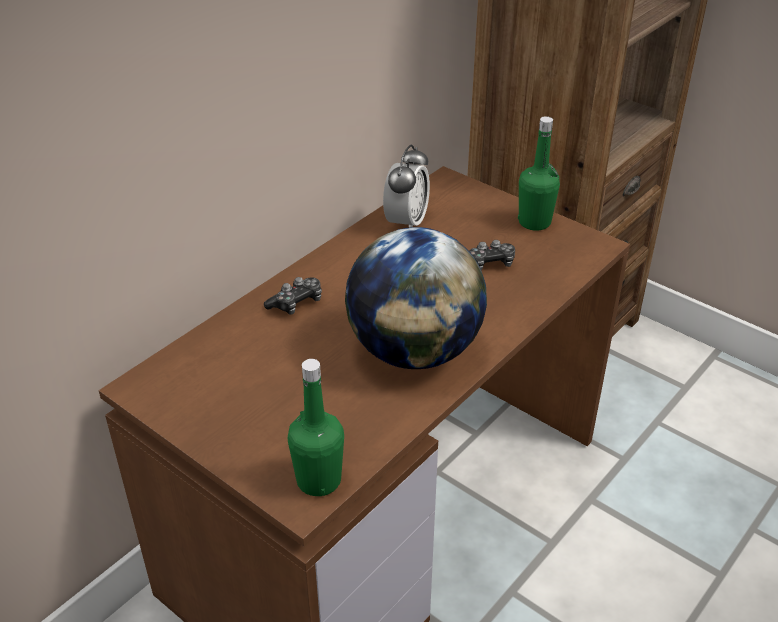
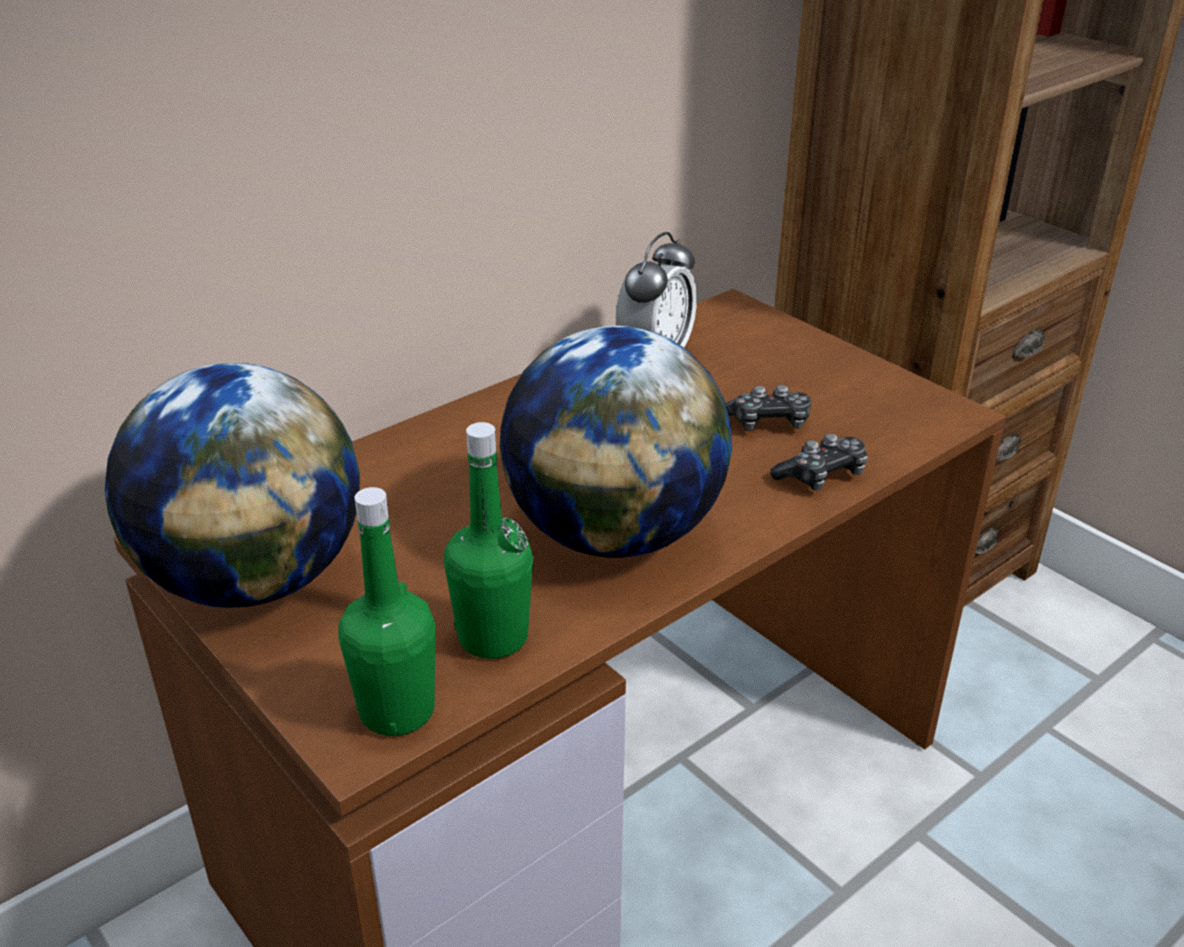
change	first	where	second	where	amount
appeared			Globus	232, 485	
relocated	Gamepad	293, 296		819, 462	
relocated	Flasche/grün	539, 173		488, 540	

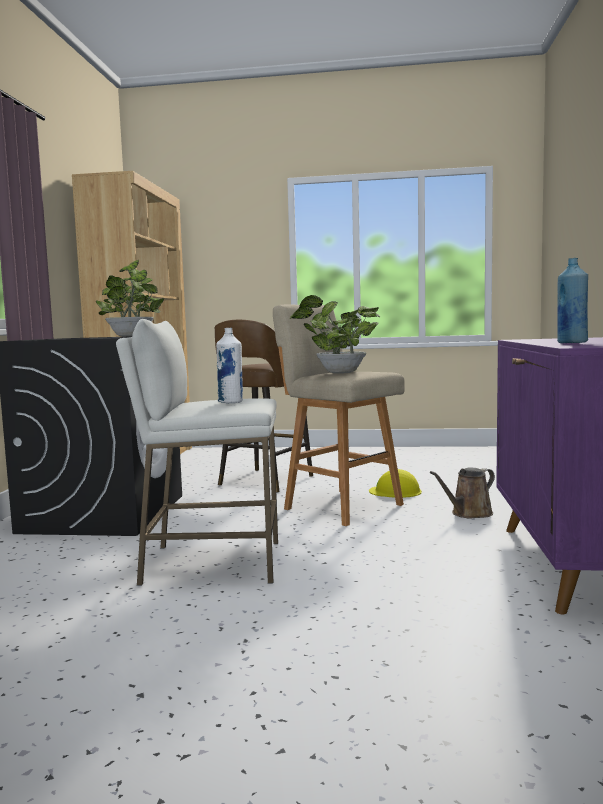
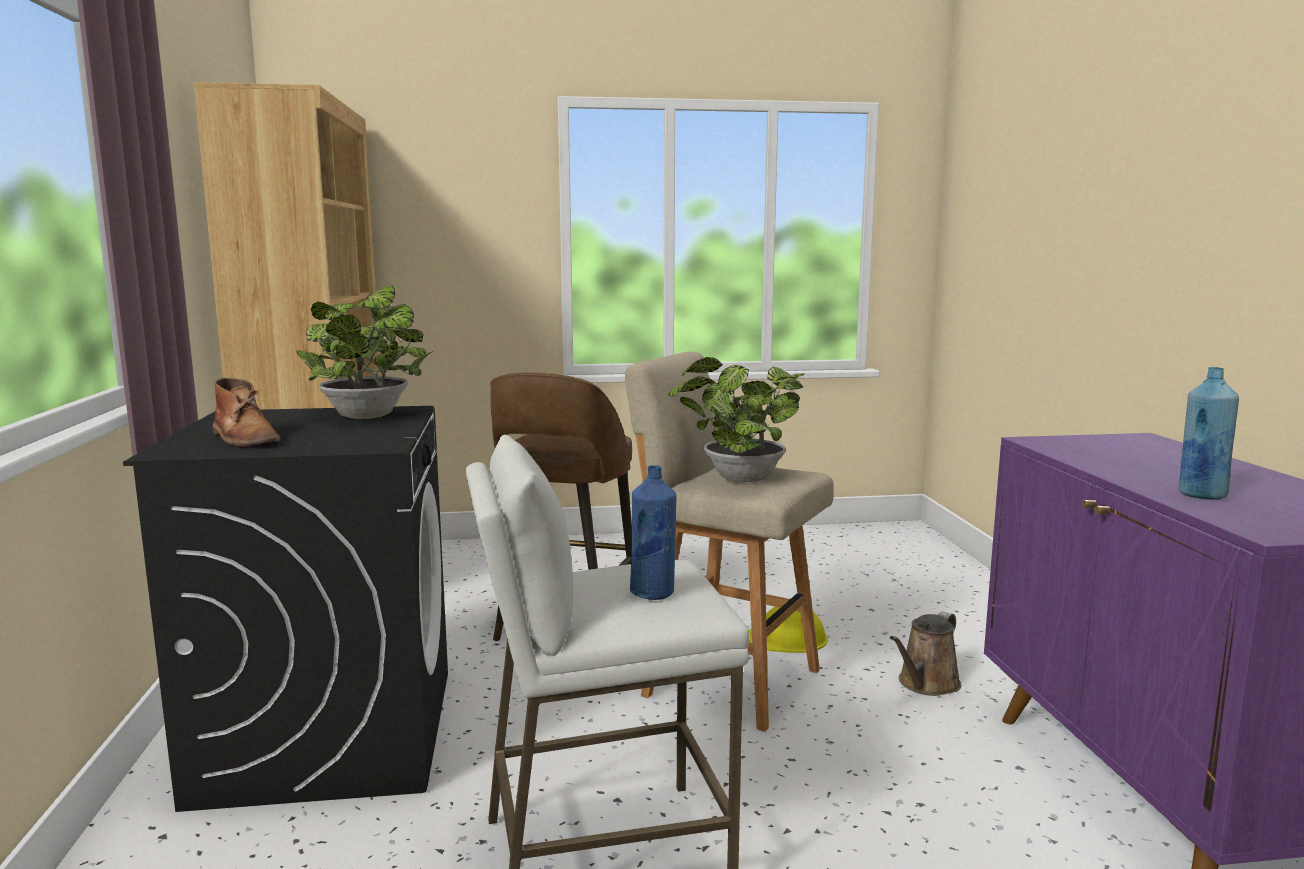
change	first	where	second	where	amount
appeared			Stiefel/braun	247, 413	
colour	Flasche/weiß	229, 366	Flasche/blau	653, 532	

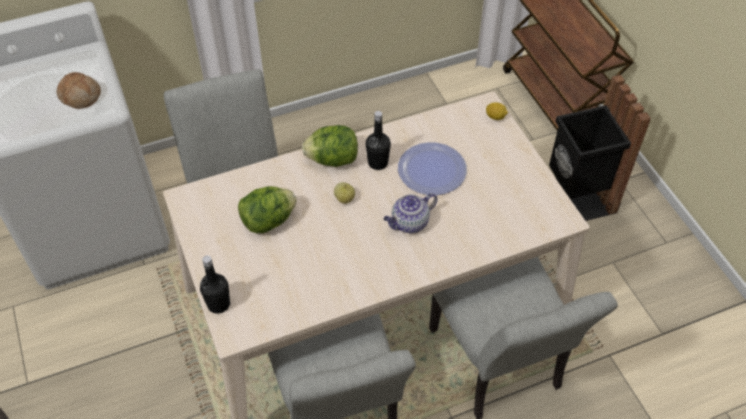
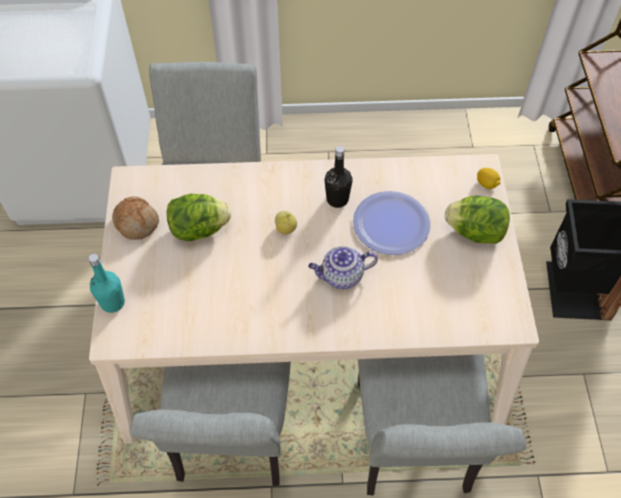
change	first	where	second	where	amount
relocated	Brot	79, 90		135, 218	
relocated	Salatkopf	330, 146		477, 220	
colour	Flasche/schwarz	215, 284	Flasche/türkis	106, 283	

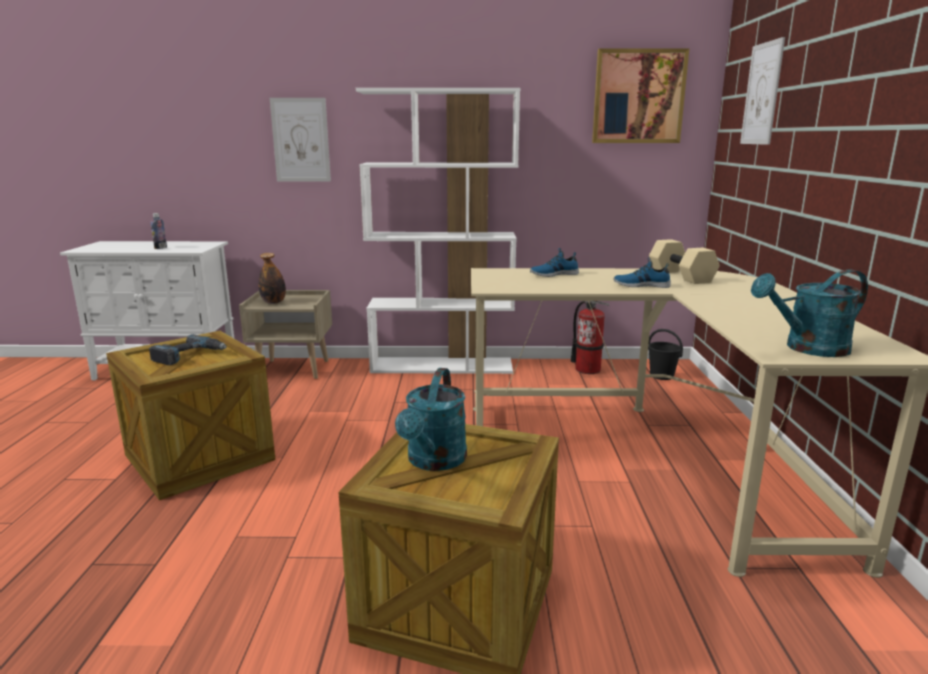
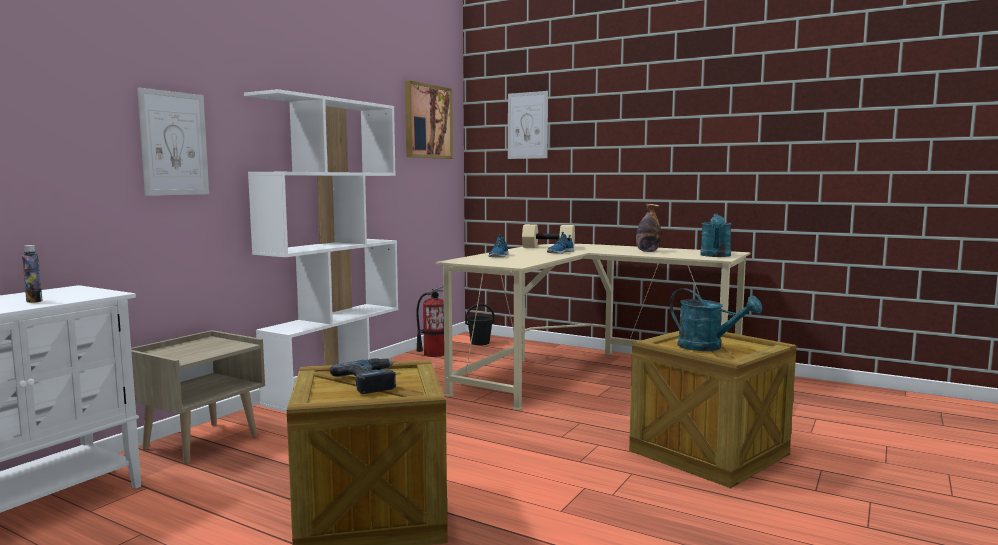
change	first	where	second	where	amount
relocated	Flasche	272, 278		648, 228	

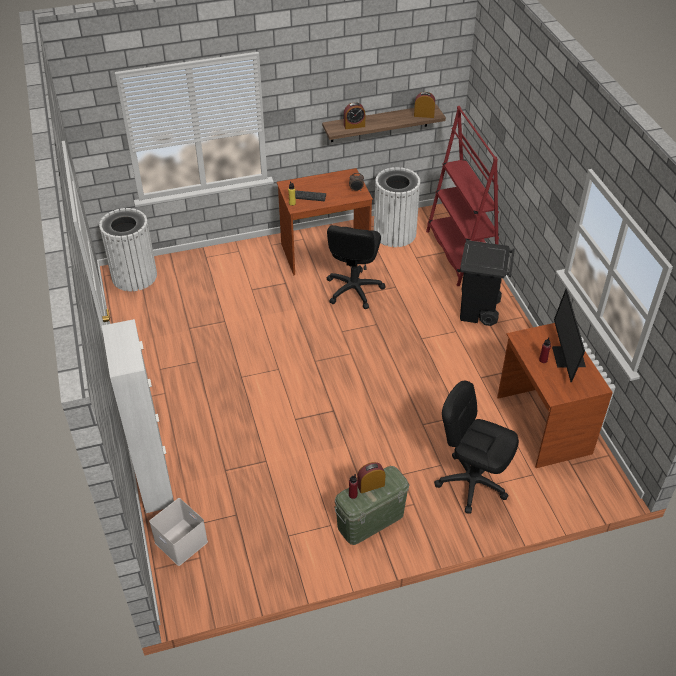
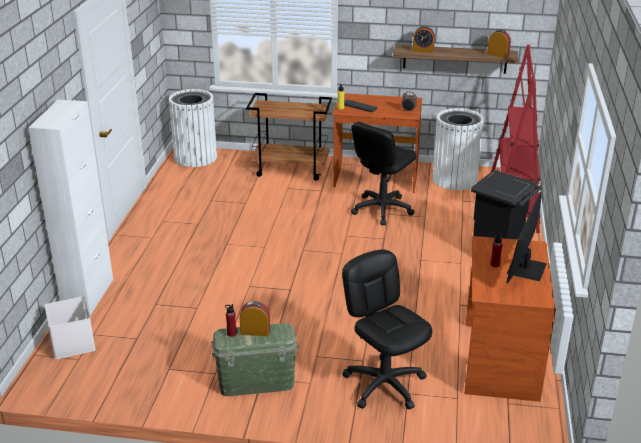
change	first	where	second	where	amount
appeared			Rollwagen/braun	289, 137	

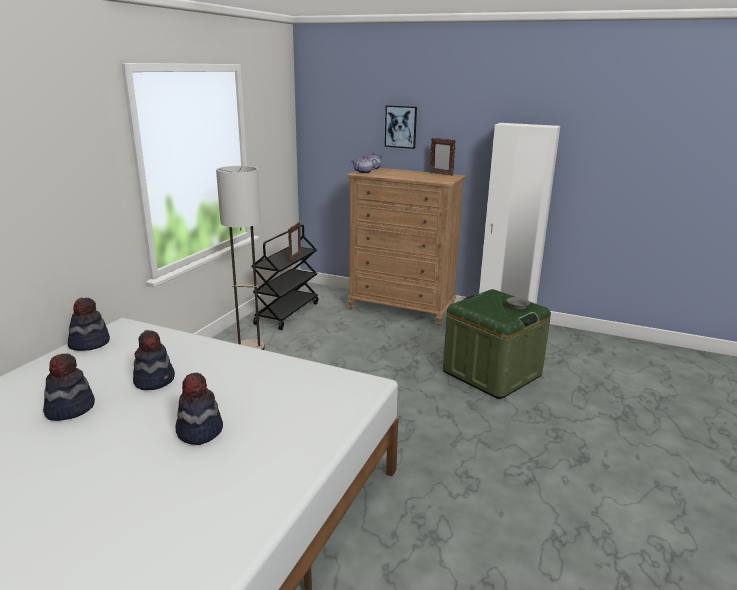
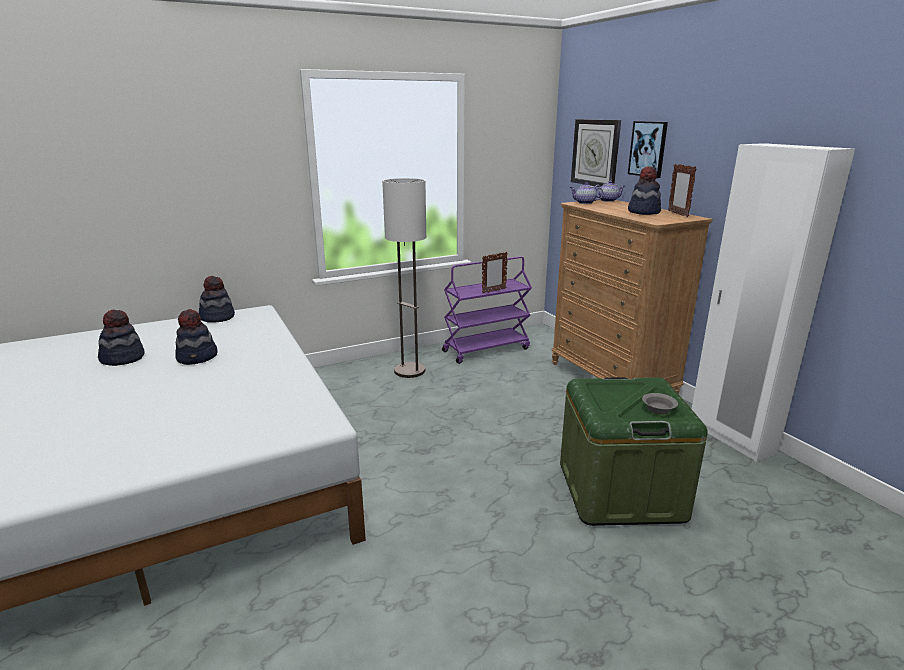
change	first	where	second	where	amount
appeared			Wanduhr	596, 153	
relocated	Hut	199, 409		644, 190	
colour	Rollwagen/schwarz	284, 277	Rollwagen/lila	487, 310	

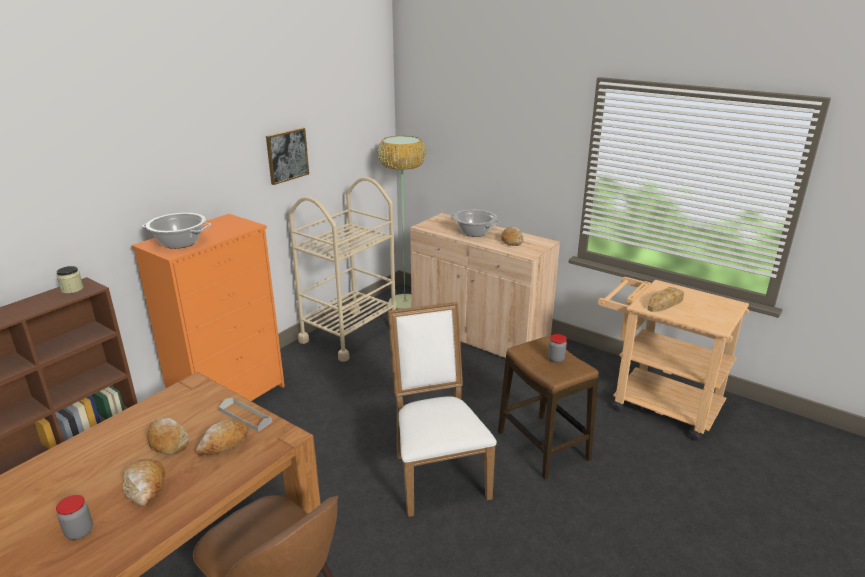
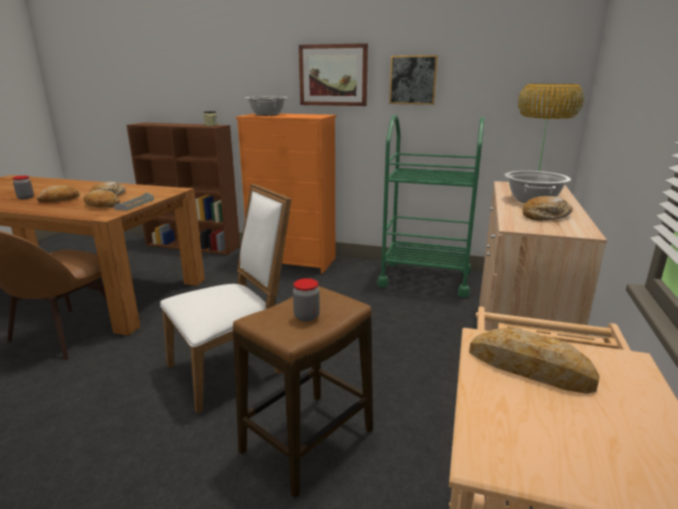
change	first	where	second	where	amount
appeared			Bild	333, 74	
colour	Rollwagen/beige	342, 269	Rollwagen/grün	431, 206	

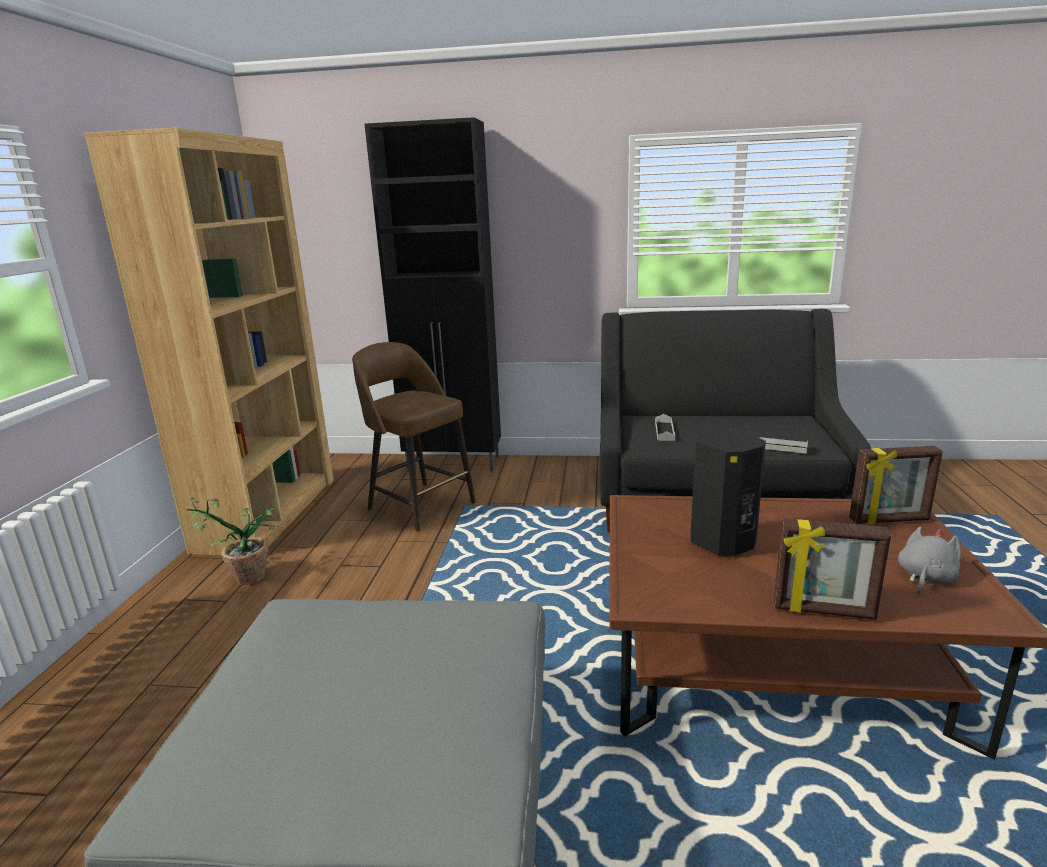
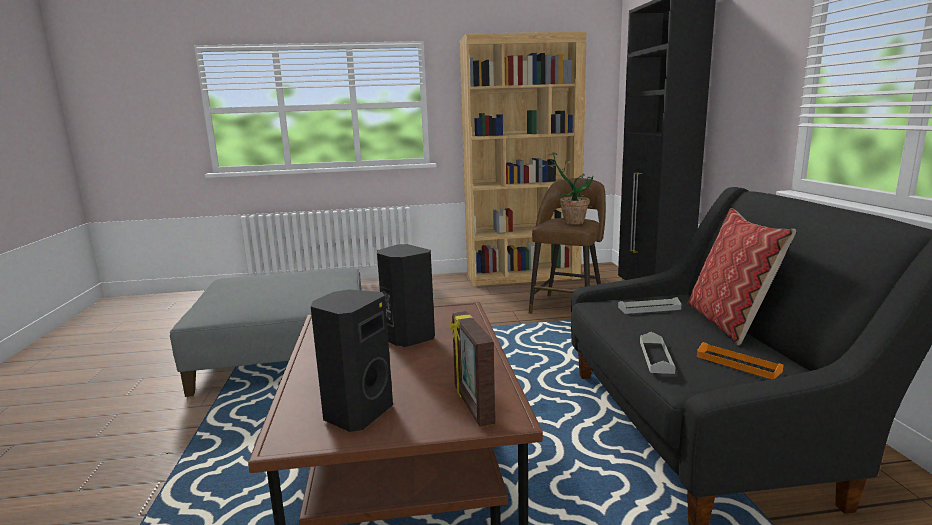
change	first	where	second	where	amount
missing	Bilderrahmen	832, 569			
appeared			Kissen	742, 277	
appeared			Tablett/orange	740, 360	
relocated	Topfpflanze	237, 541		566, 188	
exchanged	Plüschtier/grau	929, 560	Lautsprecher/schwarz	352, 360	

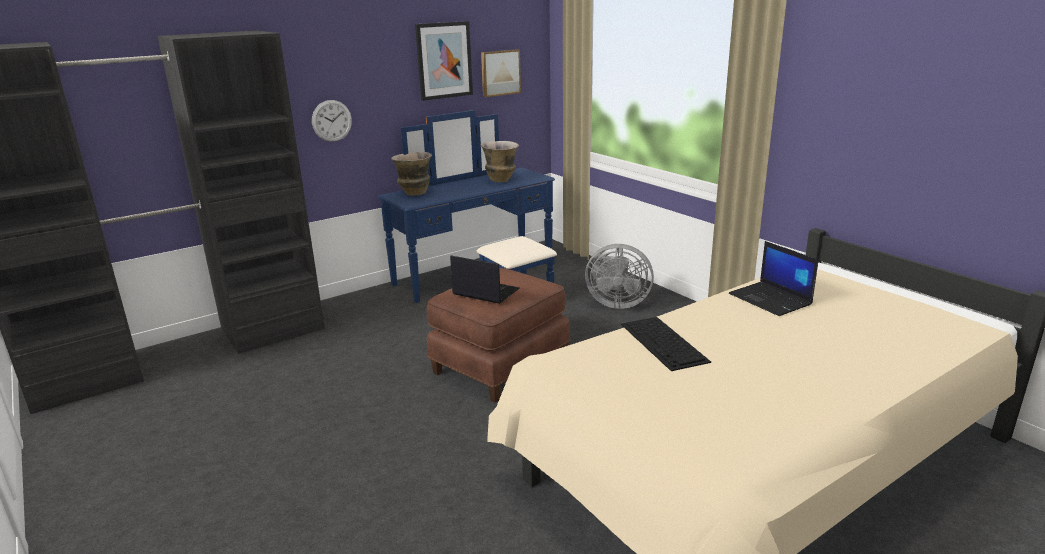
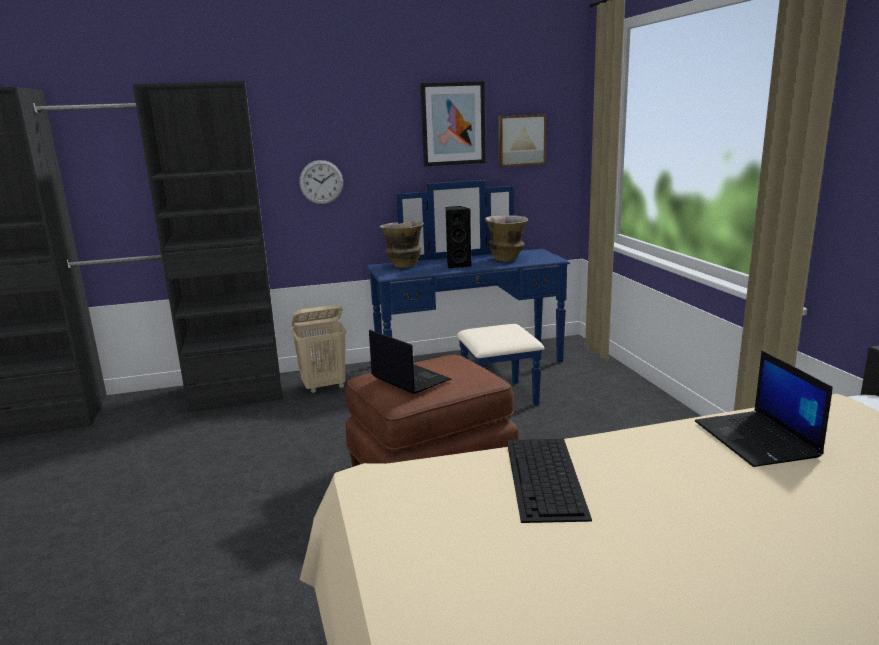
change	first	where	second	where	amount
missing	Ventilator/grau	619, 276			
appeared			Wäschekorb/beige	319, 349	
appeared			Lautsprecher/schwarz	458, 237	

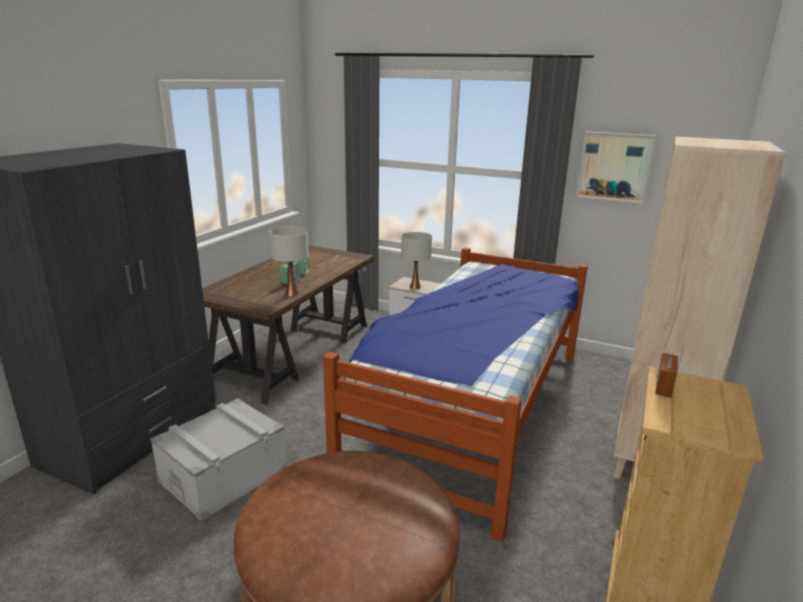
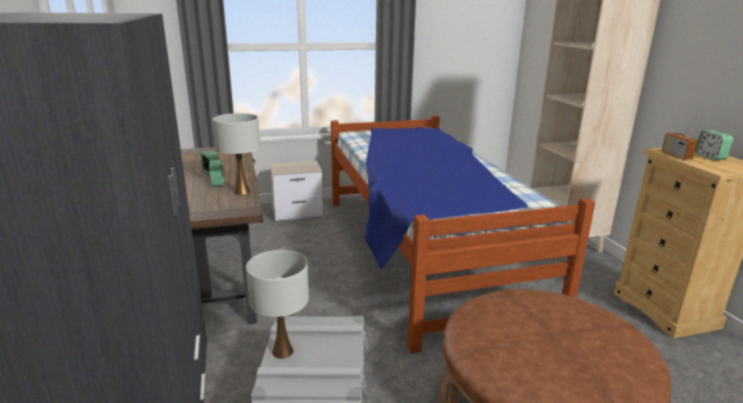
change	first	where	second	where	amount
missing	Bild	616, 168			
appeared			Wecker	714, 145	
relocated	Tischlampe/weiß	416, 260		277, 304	

